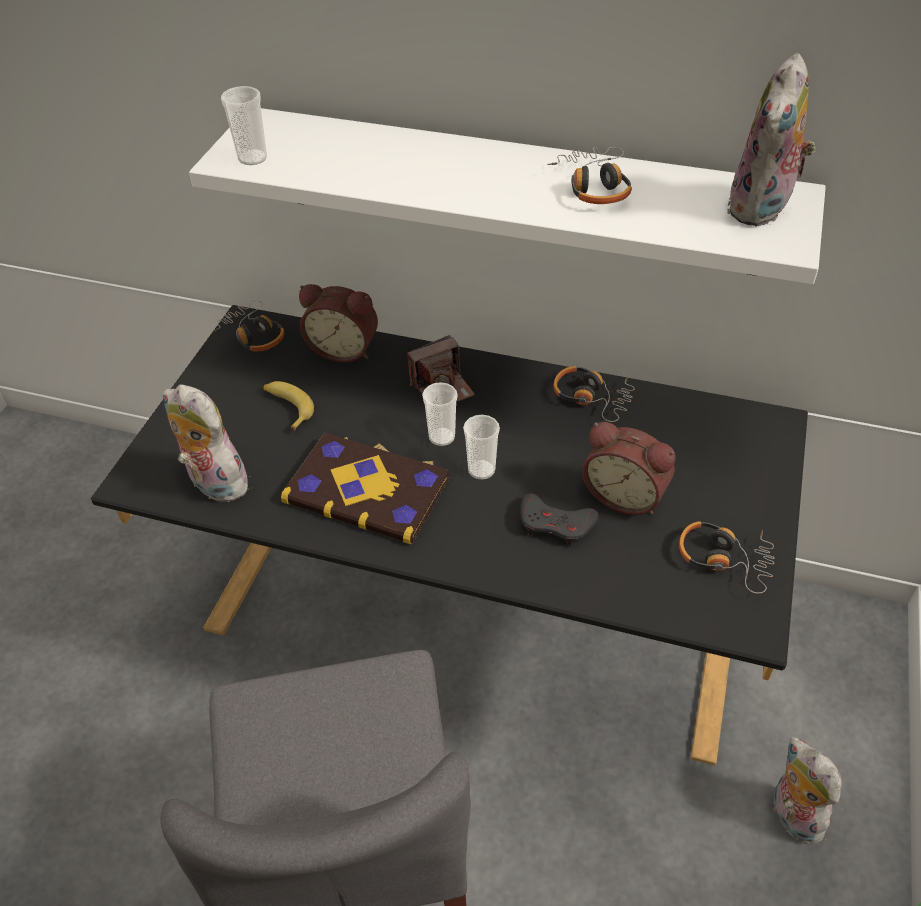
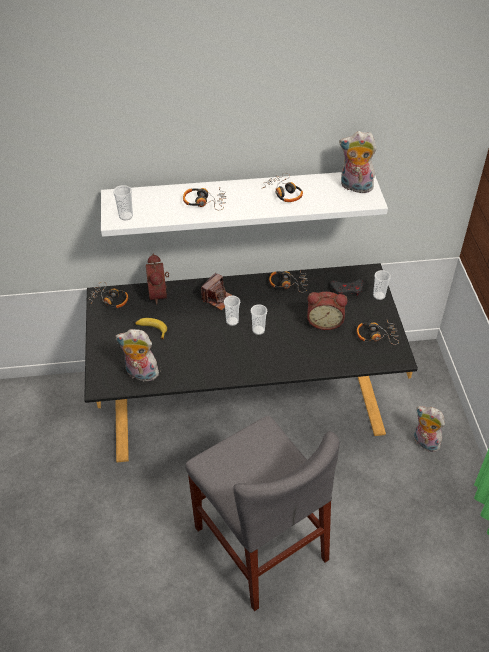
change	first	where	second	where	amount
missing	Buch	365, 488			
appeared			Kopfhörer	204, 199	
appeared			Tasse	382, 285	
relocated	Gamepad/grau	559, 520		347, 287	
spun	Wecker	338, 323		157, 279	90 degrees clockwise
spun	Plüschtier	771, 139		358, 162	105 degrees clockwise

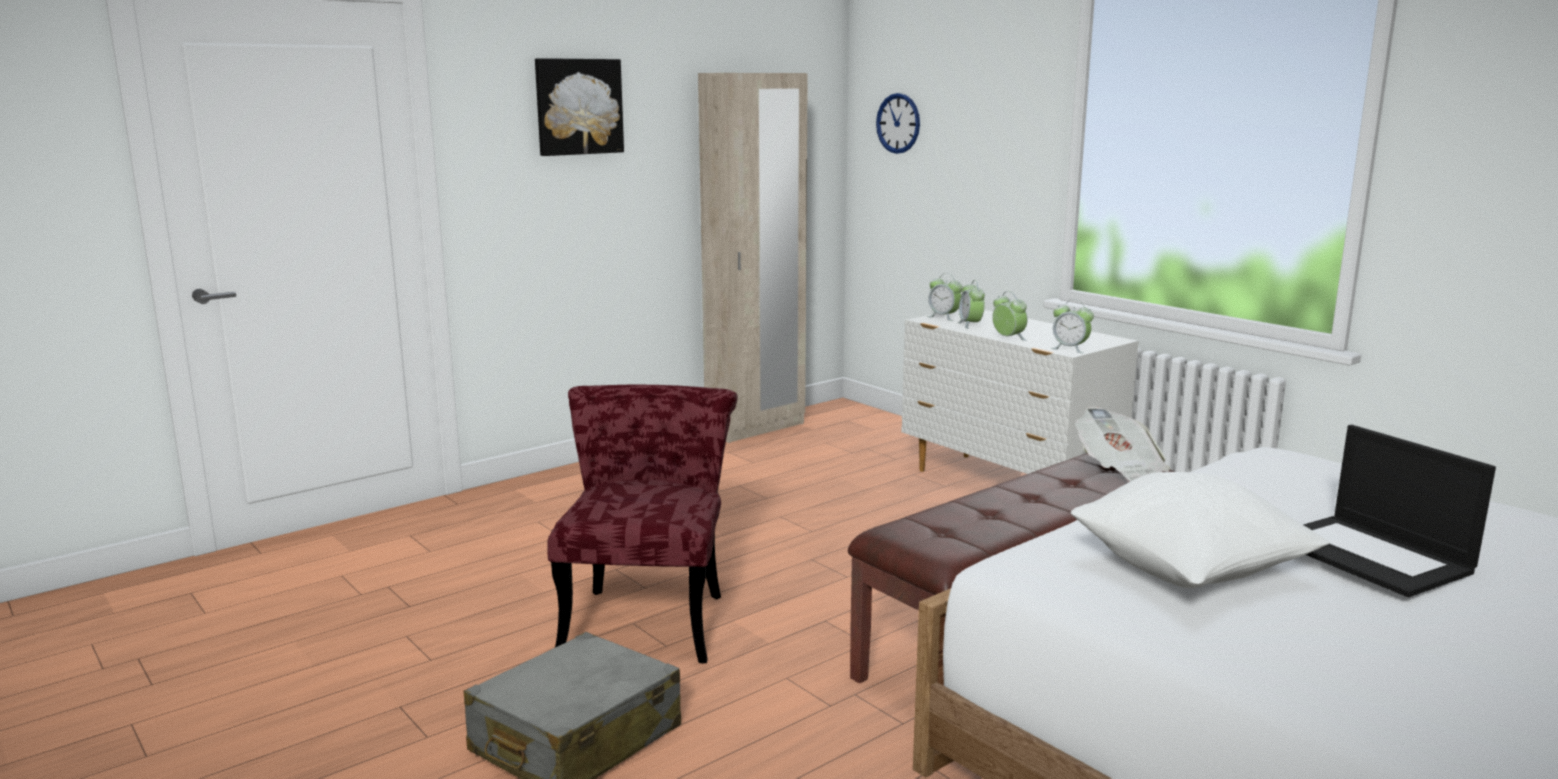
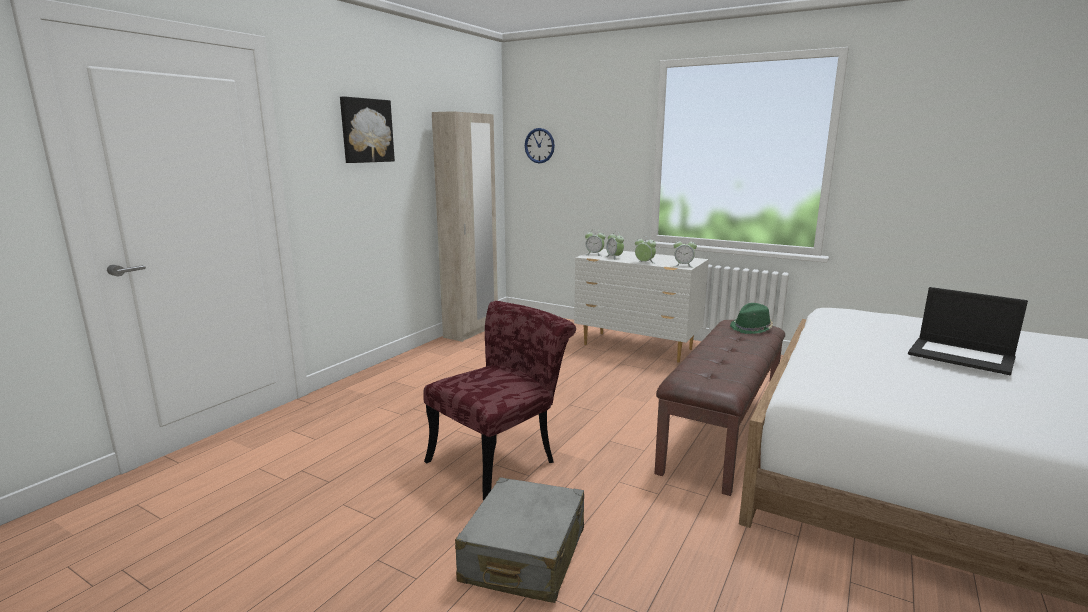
change	first	where	second	where	amount
missing	Kissen/weiß	1201, 530			
exchanged	Zeitung	1122, 443	Hut/grün	751, 318	
spun	Stuhl/rot	642, 524		500, 400	60 degrees clockwise

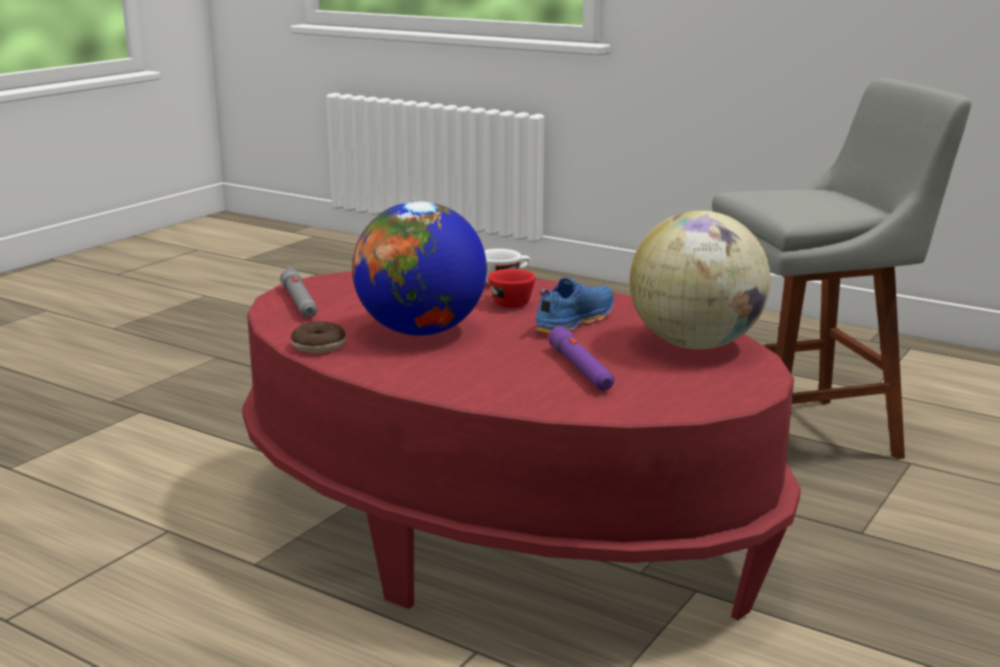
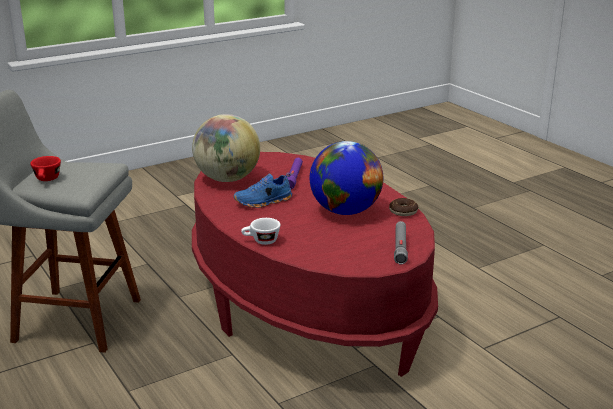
change	first	where	second	where	amount
relocated	Tasse/rot	511, 288		45, 168	

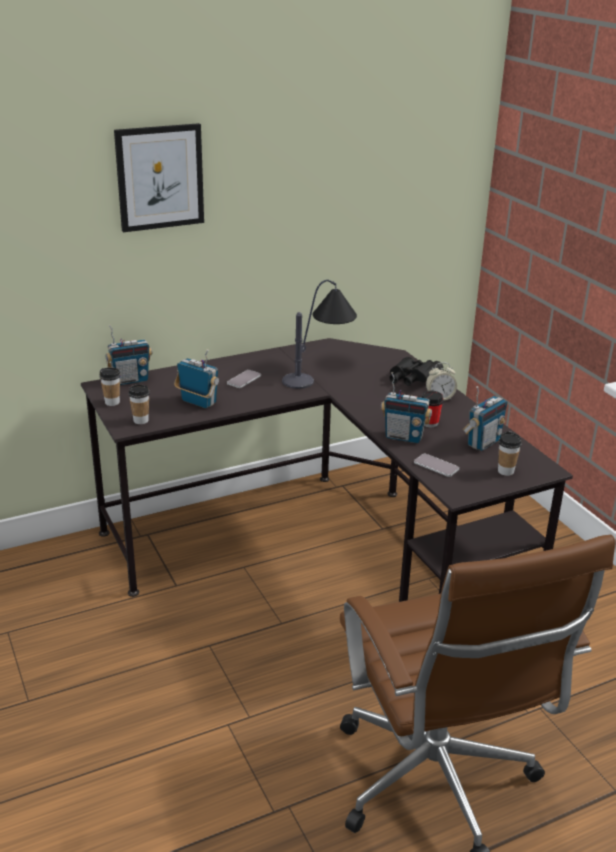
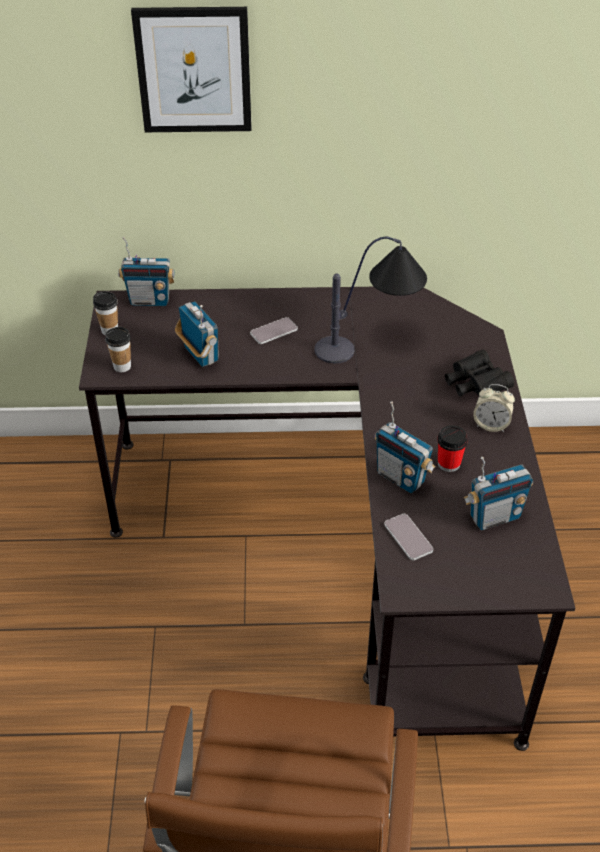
change	first	where	second	where	amount
missing	Tasse	510, 454			

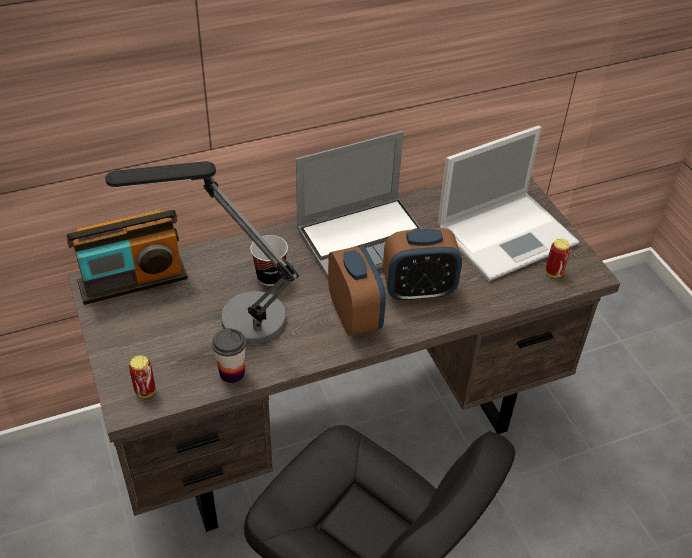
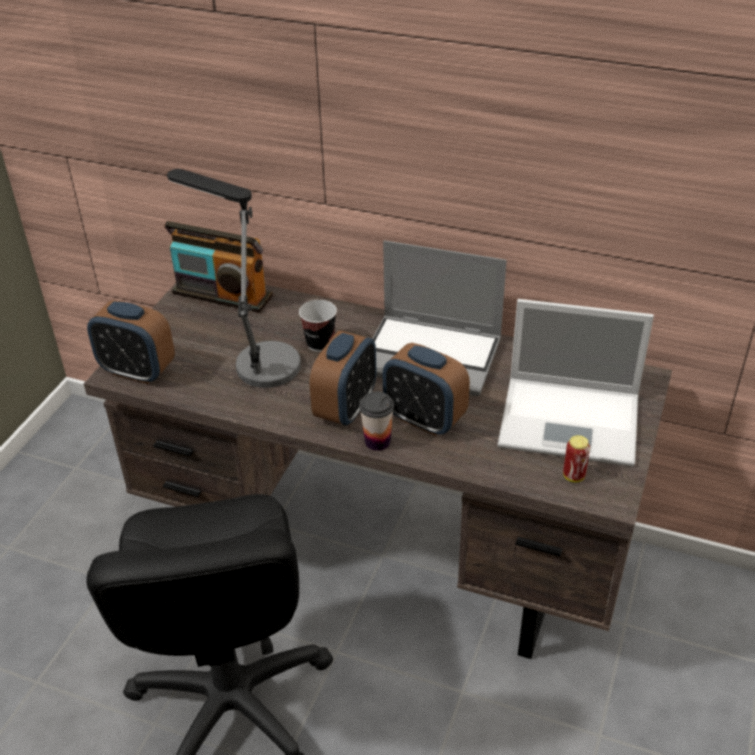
change	first	where	second	where	amount
relocated	Tasse	229, 355		376, 421	
exchanged	Dose	142, 376	Wecker	131, 342	

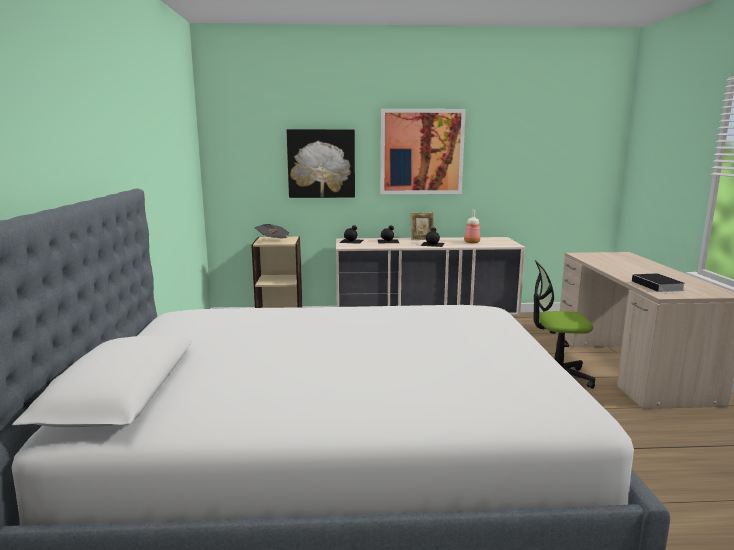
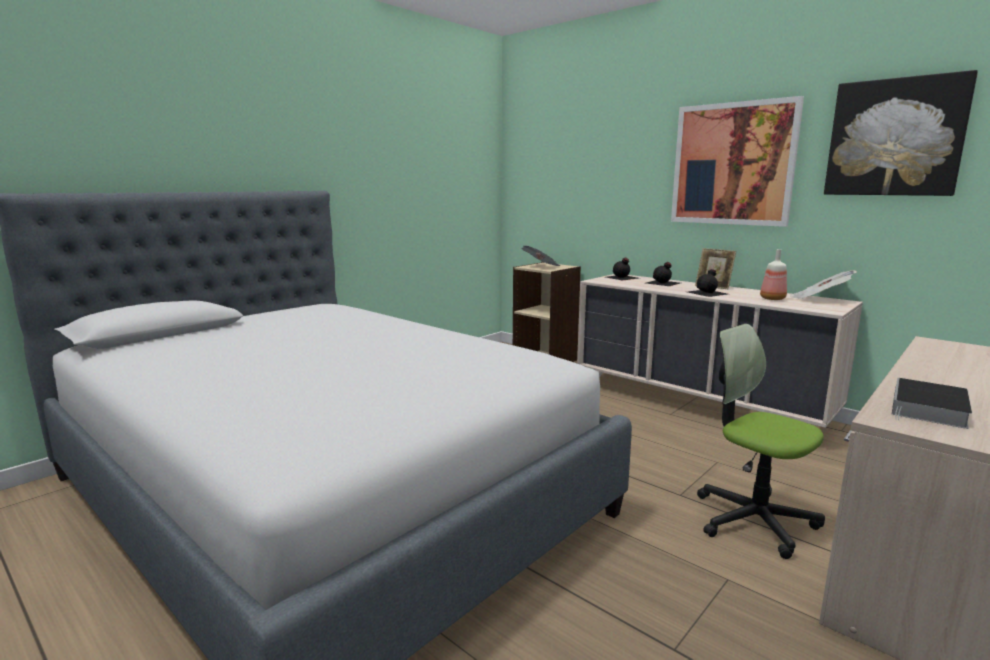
change	first	where	second	where	amount
appeared			Zeitung	823, 284	
relocated	Bild	321, 163		901, 133	

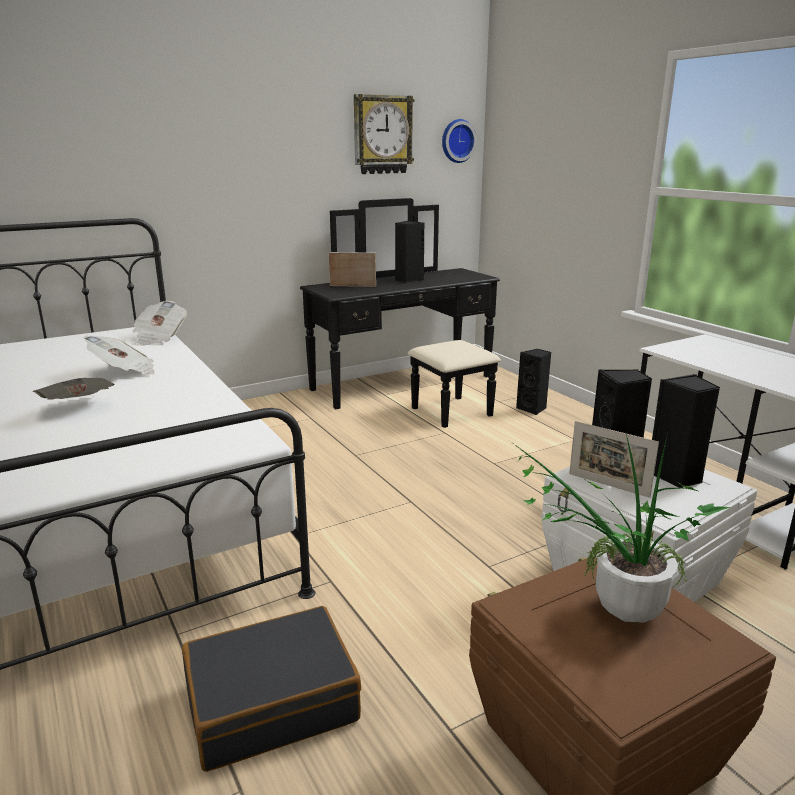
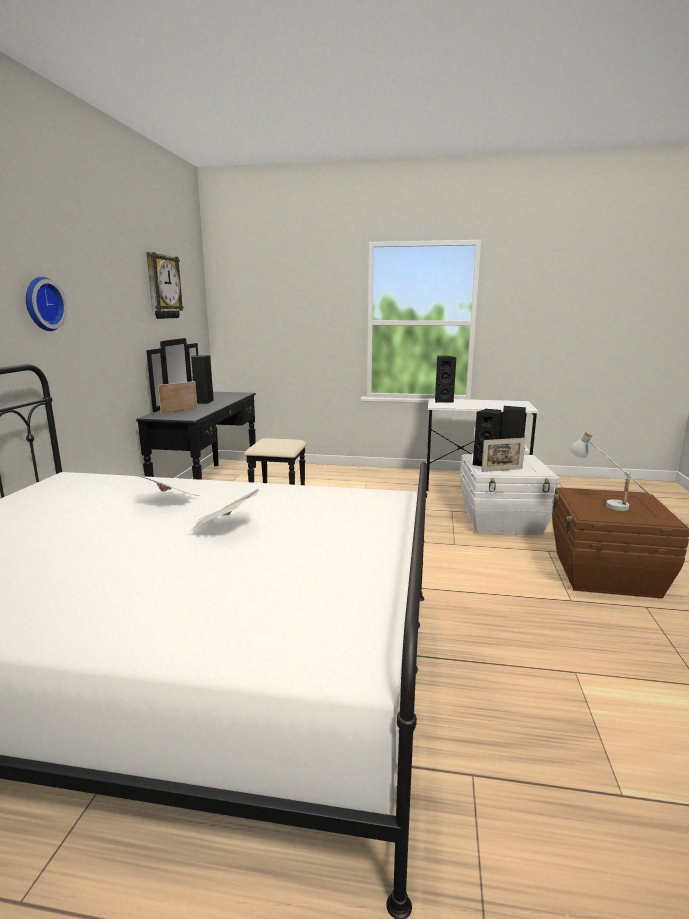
change	first	where	second	where	amount
missing	Zeitung	159, 323			
missing	Koffer/schwarz	271, 689			
relocated	Wanduhr	459, 141		46, 304	
relocated	Lautsprecher/schwarz	533, 382		445, 379	
exchanged	Topfpflanze	620, 528	Tischlampe/weiß	610, 471	

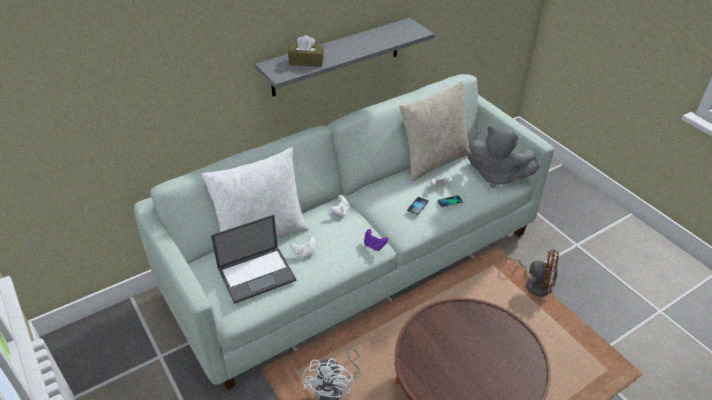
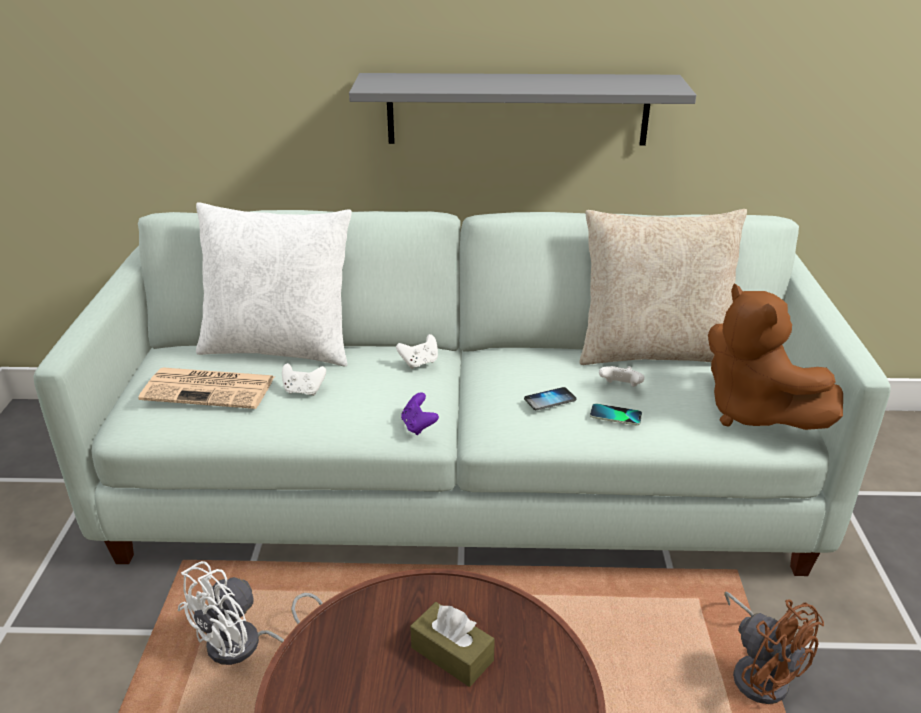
change	first	where	second	where	amount
relocated	Taschentuchbox/braun	306, 51		452, 644	
exchanged	Laptop	253, 259	Zeitung	206, 388	
colour	Plüschtier/grau	504, 156	Plüschtier/braun	775, 356	

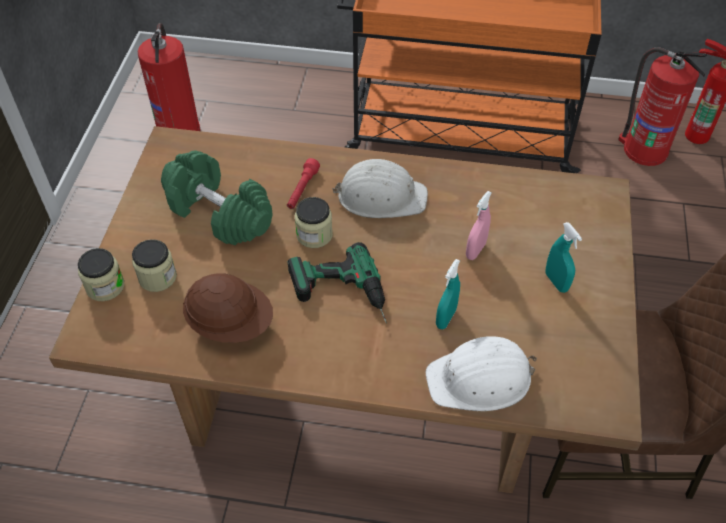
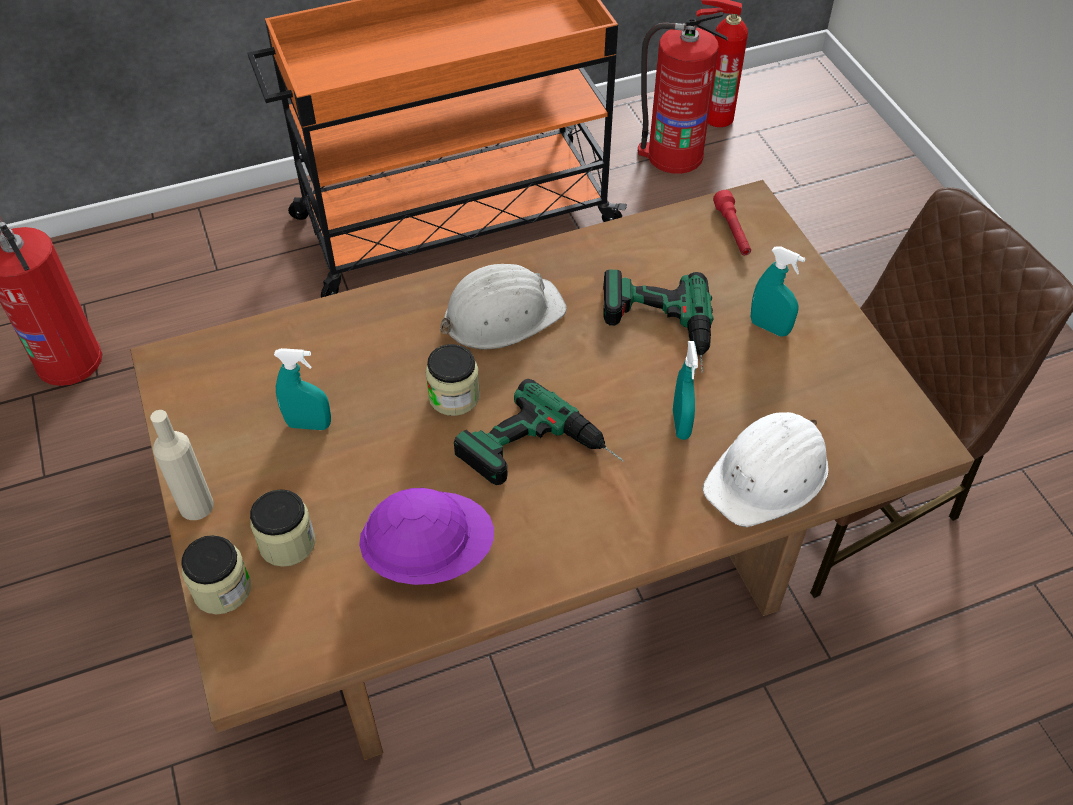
change	first	where	second	where	amount
appeared			Flasche/beige	182, 465	
relocated	Taschenlampe/rot	303, 183		732, 222	
exchanged	Hantel/grün	216, 198	Sprühflasche/türkis	302, 389	
exchanged	Sprühflasche/rosa	479, 225	Bohrmaschine	658, 321	
colour	Schutzhelm/braun	228, 308	Schutzhelm/lila	426, 536	

